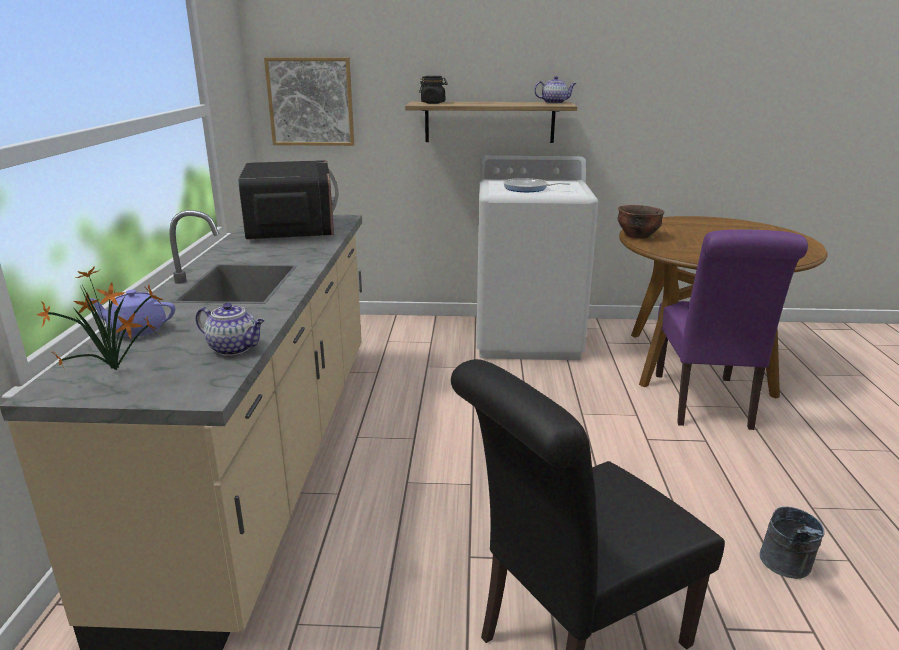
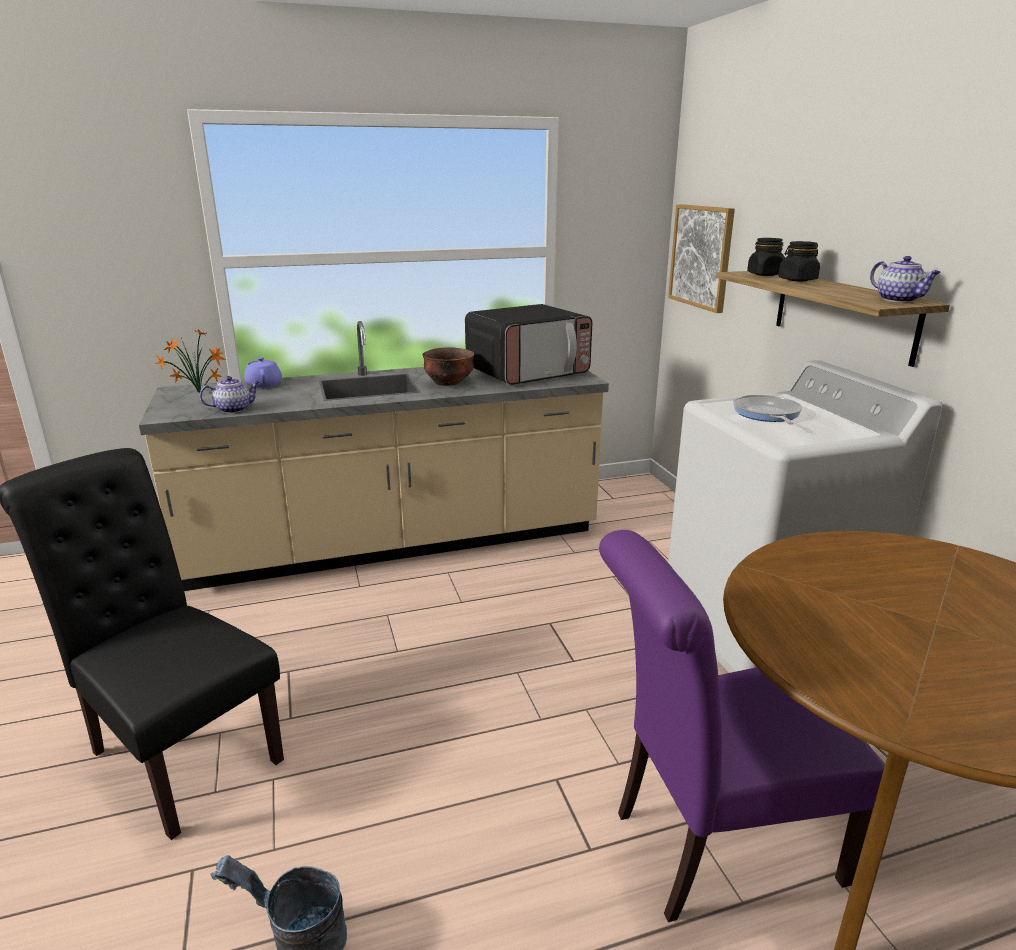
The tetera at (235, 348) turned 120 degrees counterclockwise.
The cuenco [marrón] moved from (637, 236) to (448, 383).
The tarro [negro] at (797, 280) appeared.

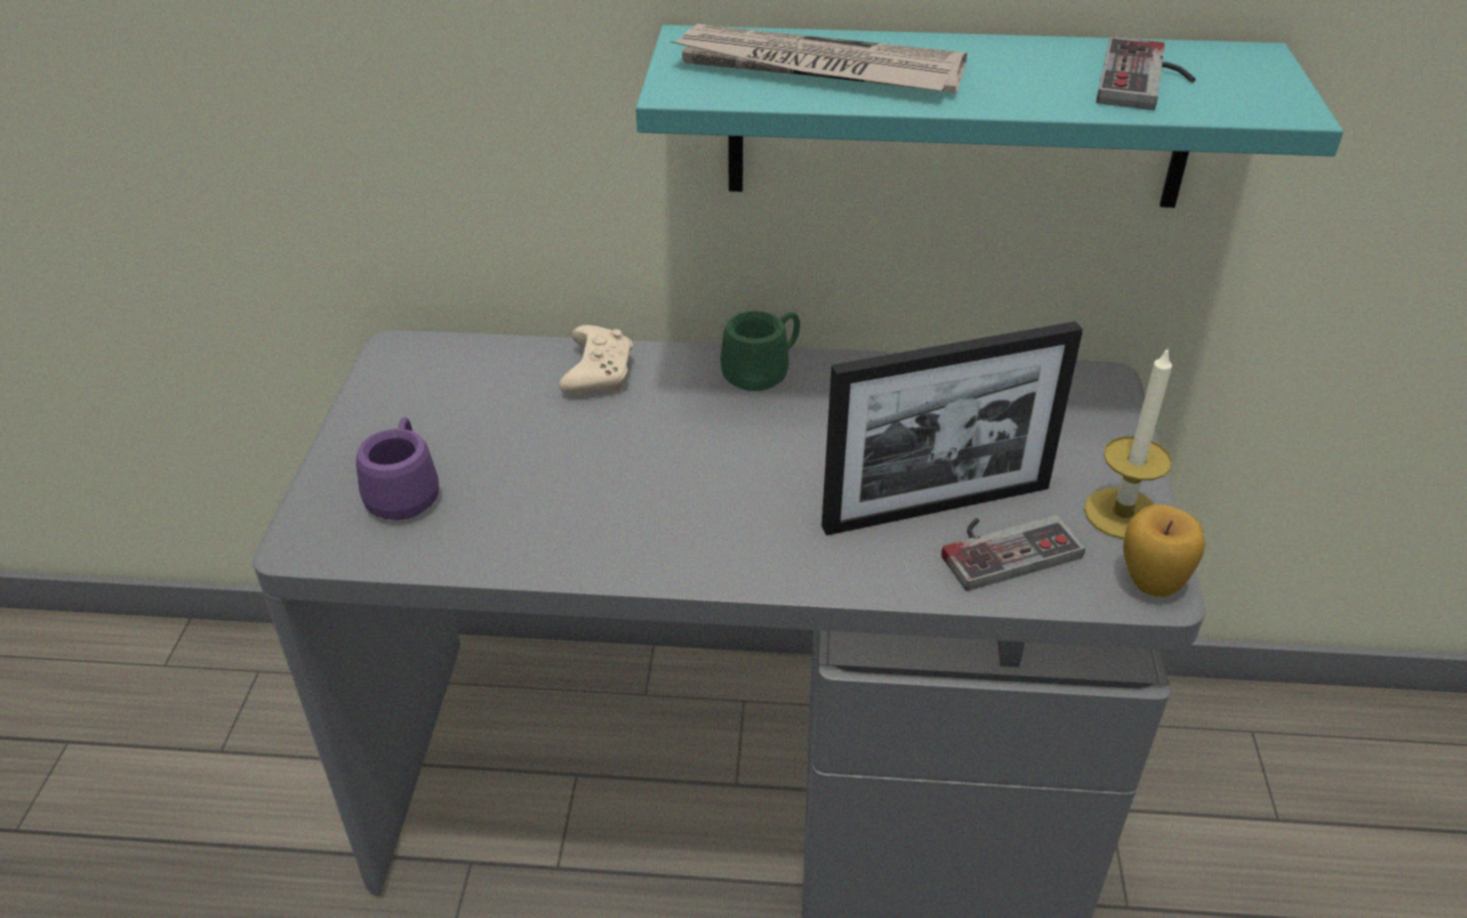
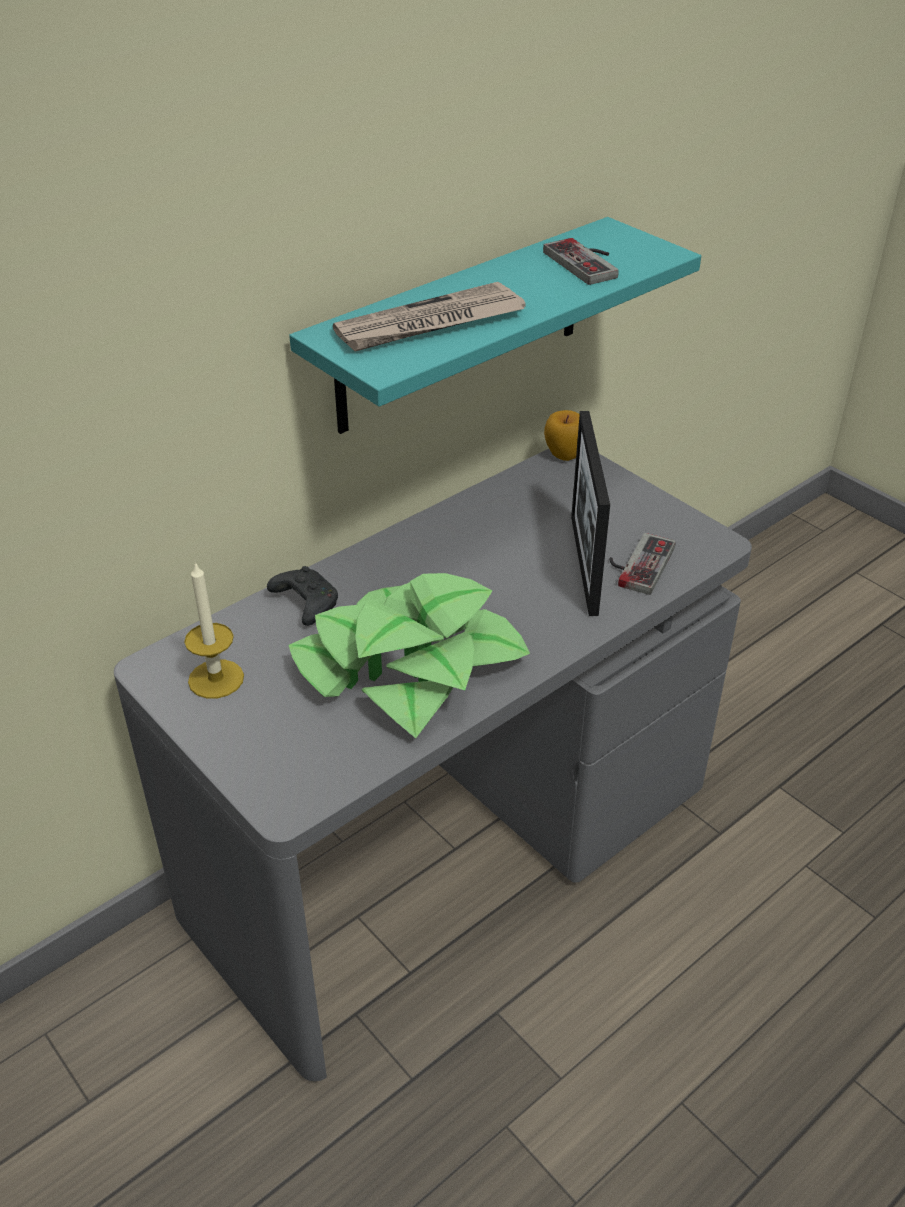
The vela moved from (1122, 513) to (216, 679).
The mando de consola [beis] at (597, 372) became the mando de consola [negro] at (305, 603).
The planta en maceta at (408, 667) appeared.
The manzana moved from (1151, 583) to (564, 456).
The portarretratos at (936, 507) turned 150 degrees clockwise.
The taza grande [morado] at (405, 491) disappeared.
The taza grande [verde] at (763, 371) disappeared.

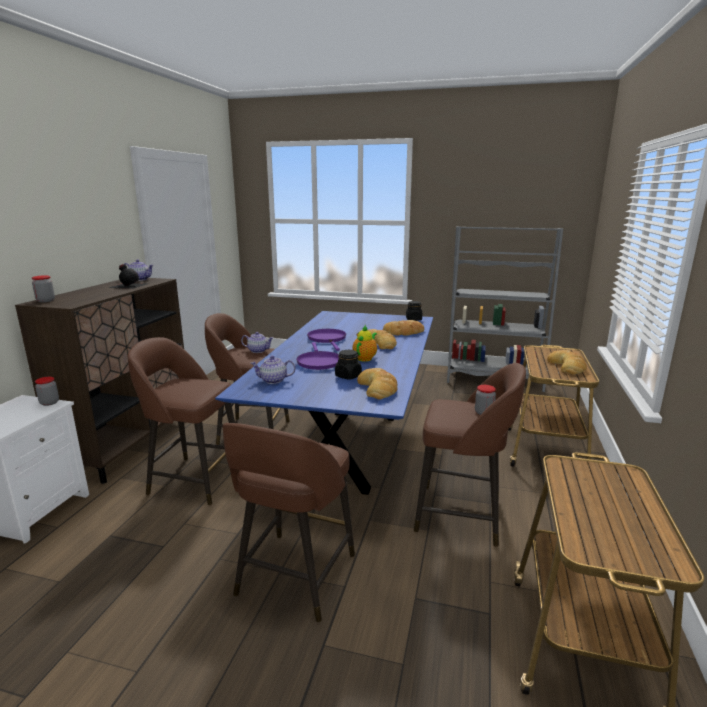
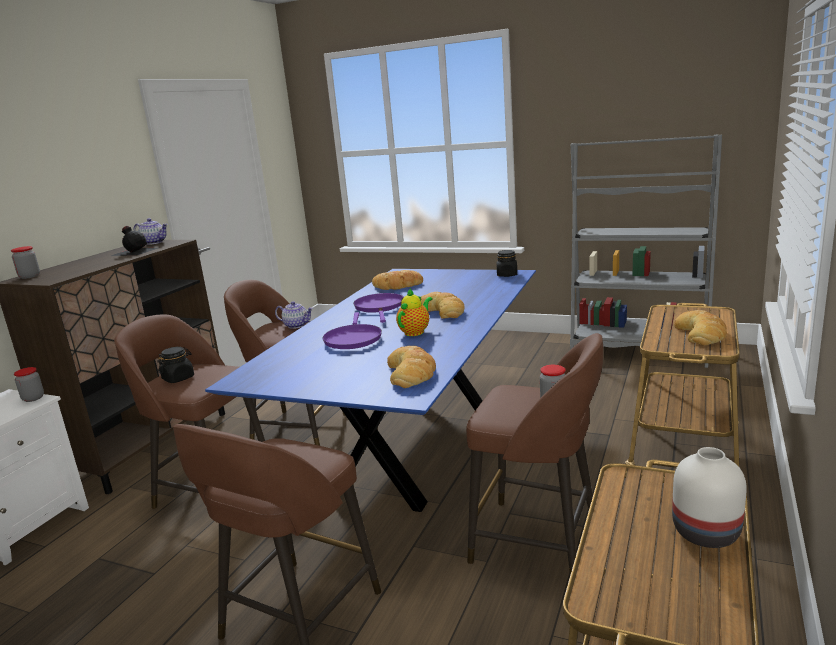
The tarro [negro] moved from (348, 376) to (178, 378).
The pan moved from (404, 332) to (398, 285).
The florero [blanco] at (706, 534) appeared.
The tetera at (273, 380) disappeared.

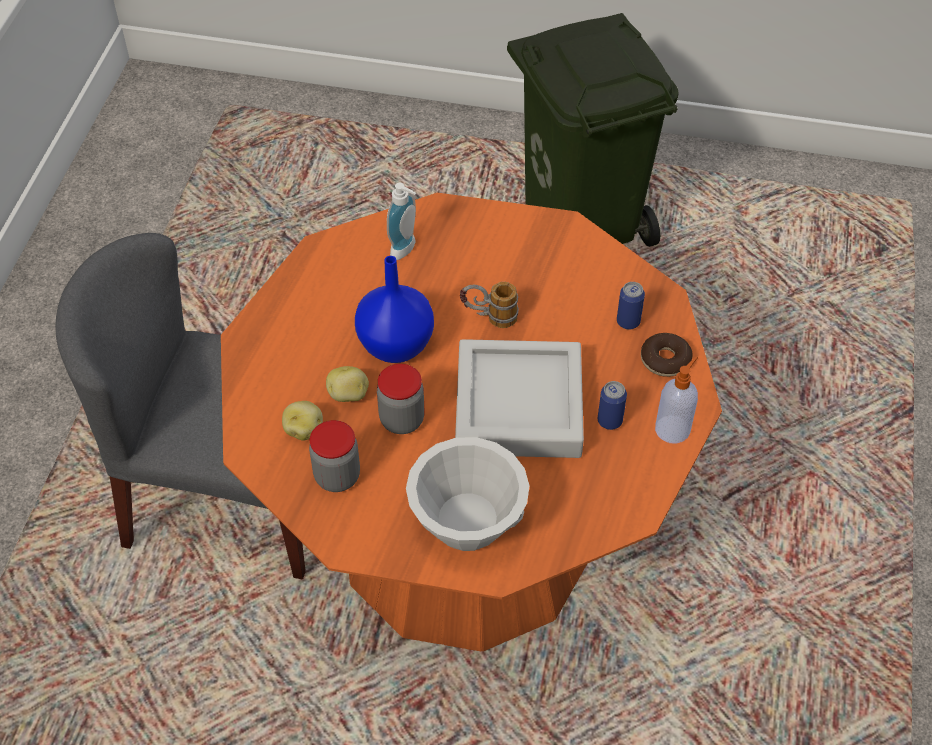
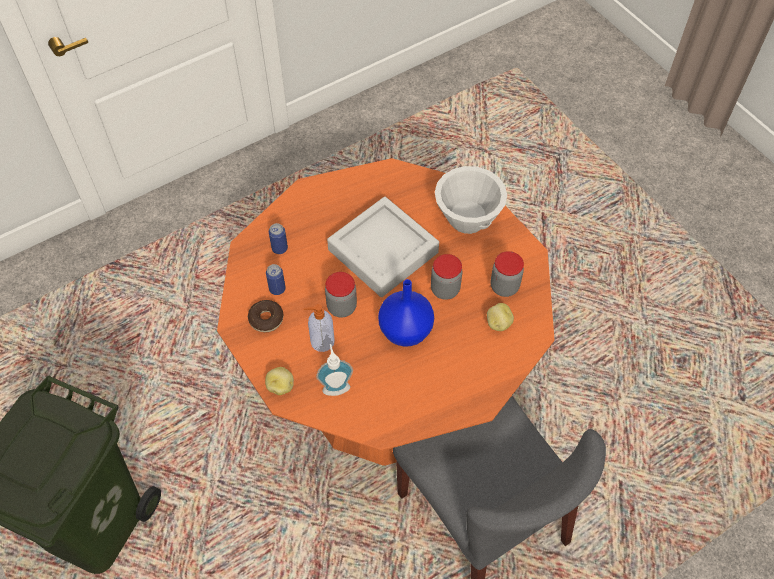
The rosquilla moved from (665, 360) to (266, 319).
The patata moved from (349, 395) to (280, 386).
The lata moved from (609, 421) to (277, 289).
The dispensador de jabón moved from (673, 428) to (321, 342).
The taza grande at (489, 318) was replaced by the tarro at (341, 307).

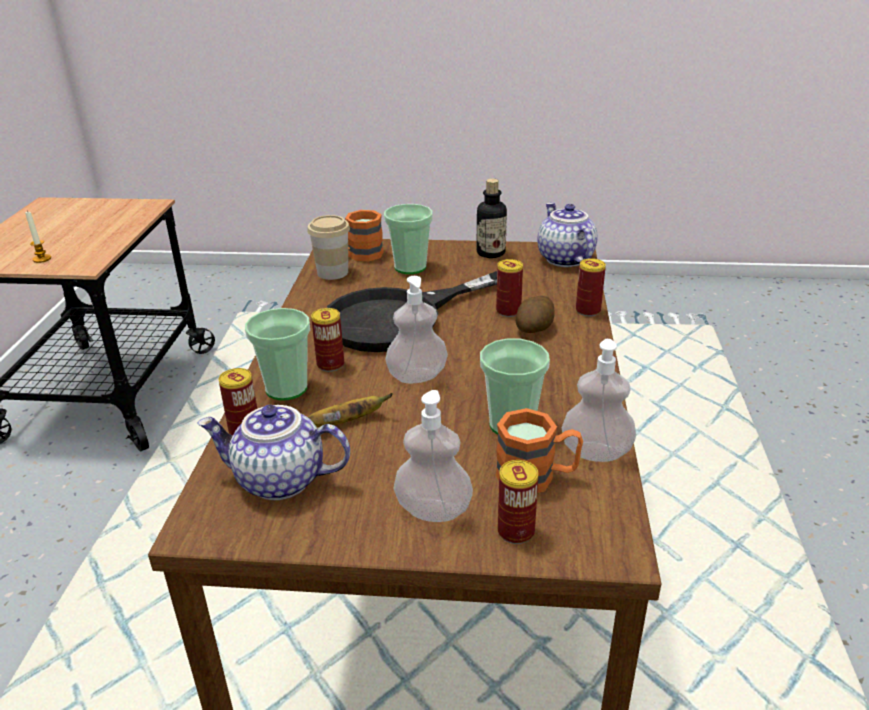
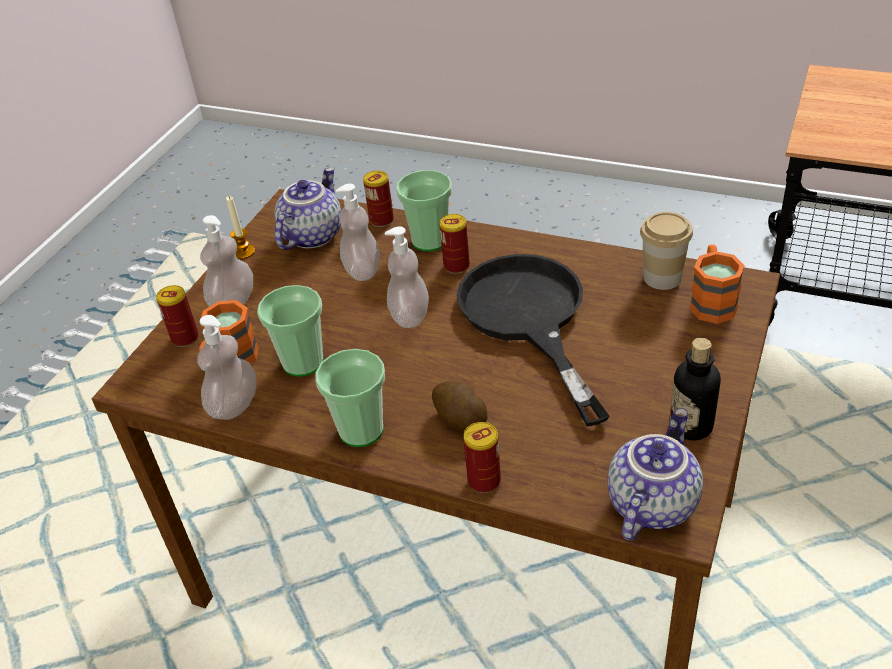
The vela moved from (42, 259) to (244, 252).
The taza moved from (410, 267) to (361, 430).
The plátano at (348, 422) was replaced by the dispensador de jabón at (362, 270).
The tetera at (563, 259) turned 60 degrees counterclockwise.
The lata at (508, 311) disappeared.

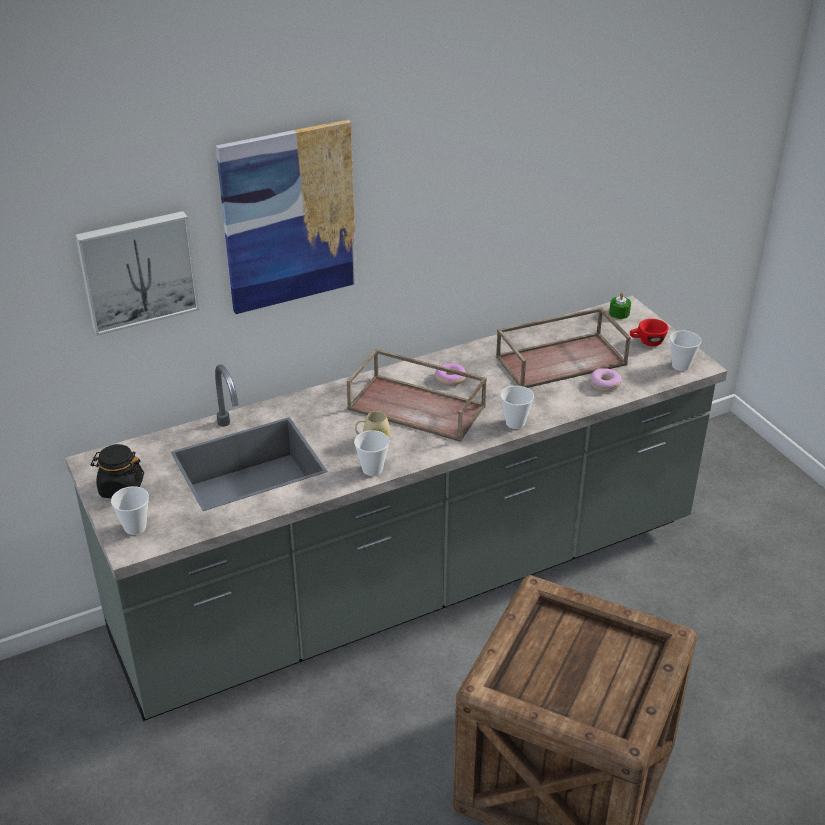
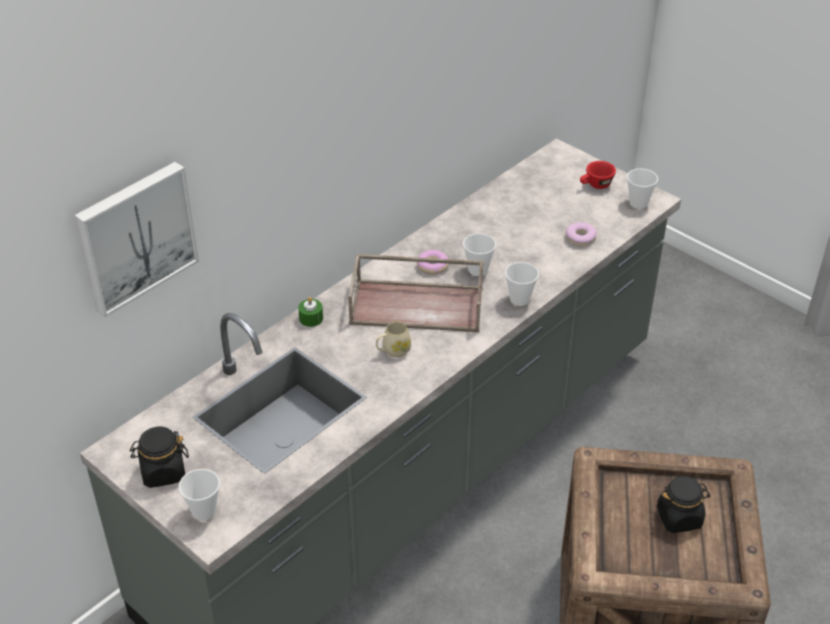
The vela [verde] moved from (619, 313) to (311, 318).
The taza moved from (372, 469) to (478, 270).
The tarro [negro] at (679, 518) appeared.
The cuadro at (289, 217) disappeared.
The bandeja [marrón] at (561, 360) disappeared.

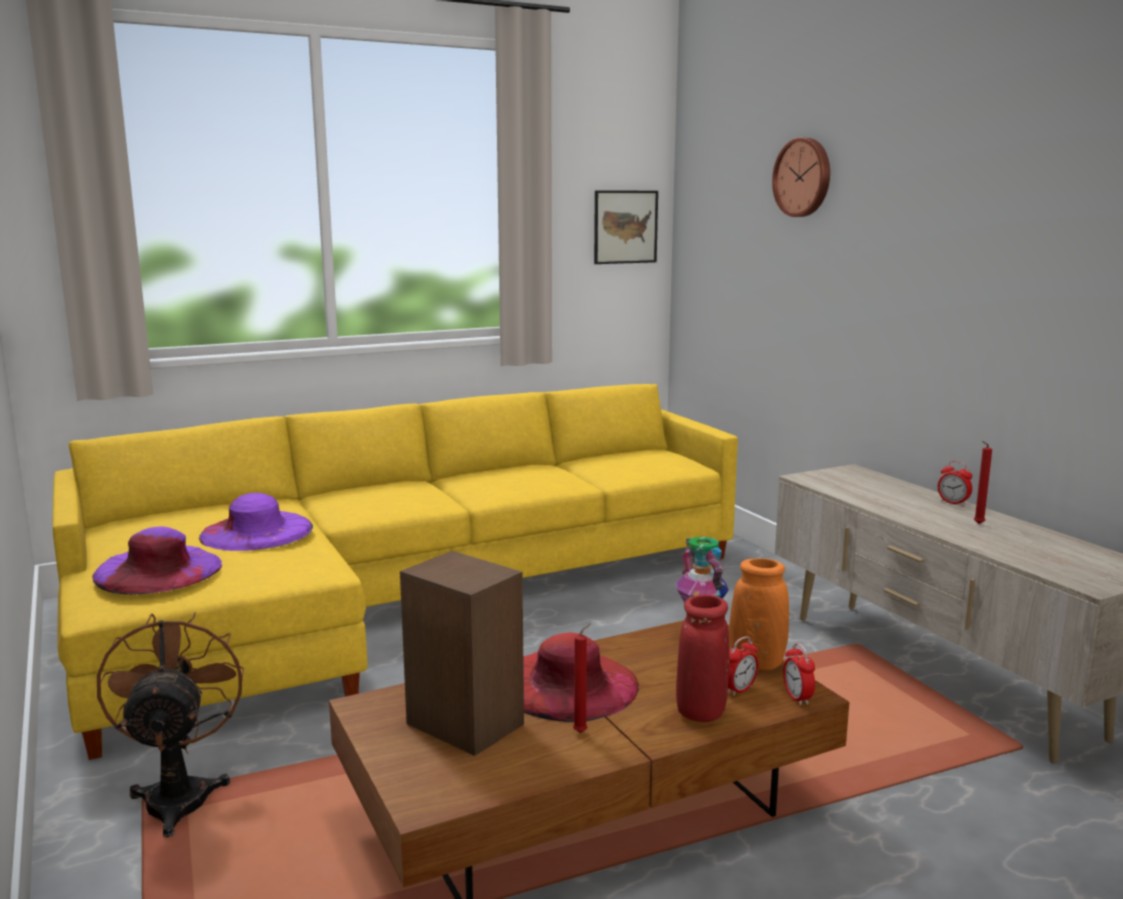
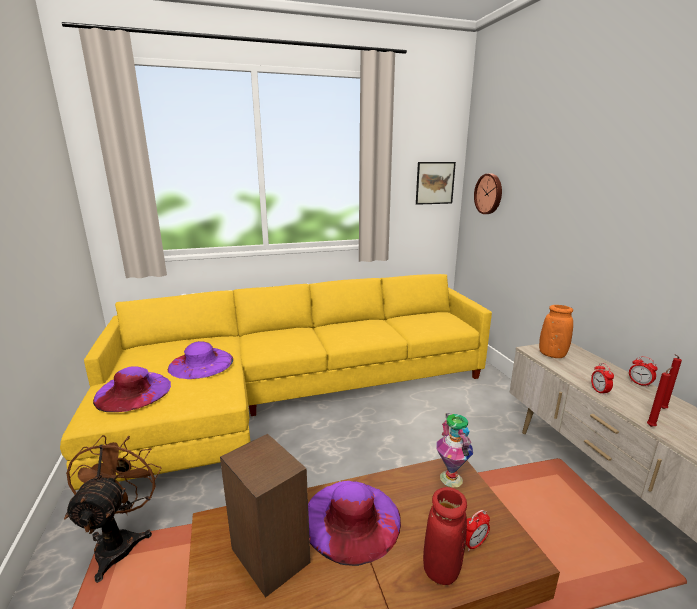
The sombrero [rojo] at (567, 684) became the sombrero [morado] at (351, 519).
The reloj de pared moved from (804, 177) to (489, 194).
The florero [naranja] moved from (757, 663) to (552, 355).
The despertador moved from (797, 698) to (599, 391).
The vela [rojo] moved from (582, 732) to (652, 426).

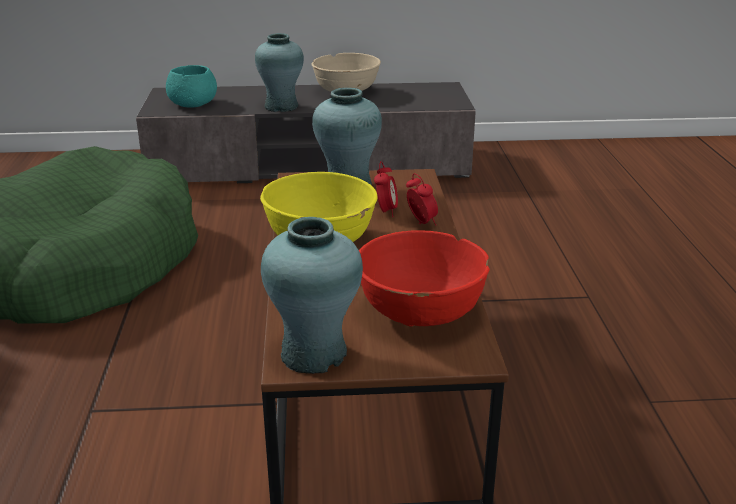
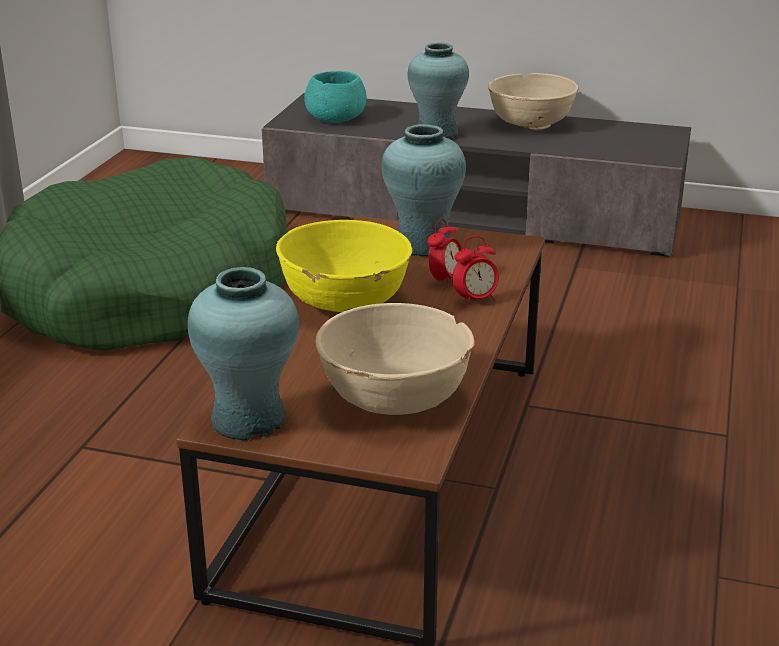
The cuenco [rojo] at (420, 312) became the cuenco [beis] at (394, 398).
The despertador at (421, 223) turned 75 degrees clockwise.

